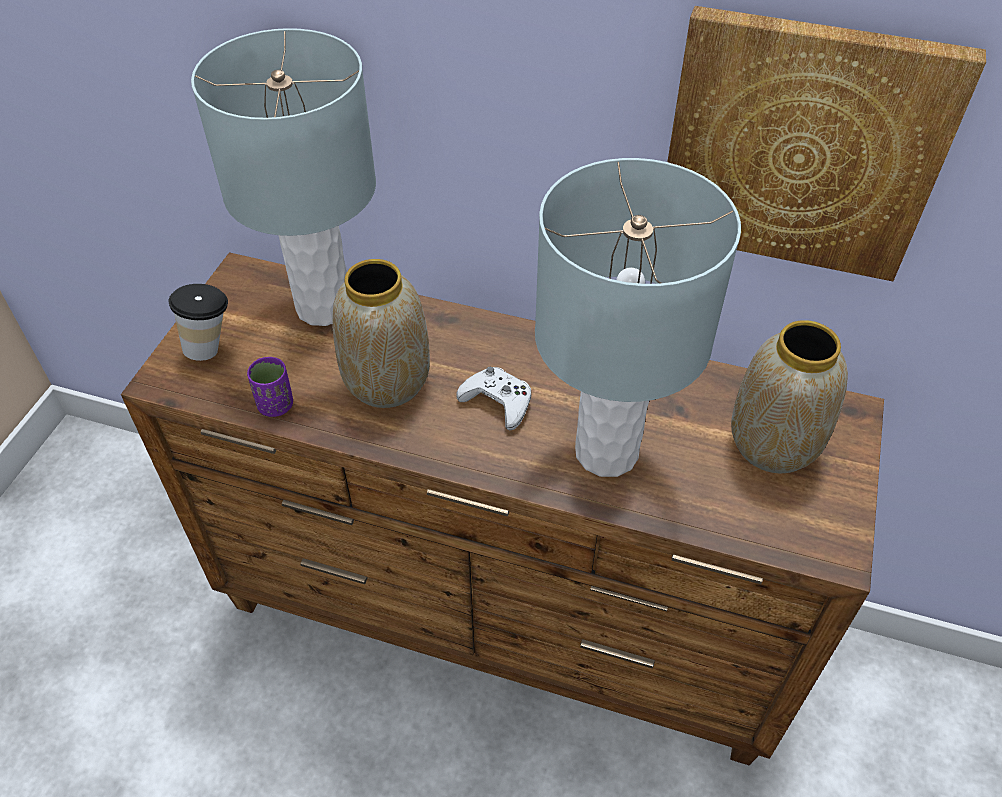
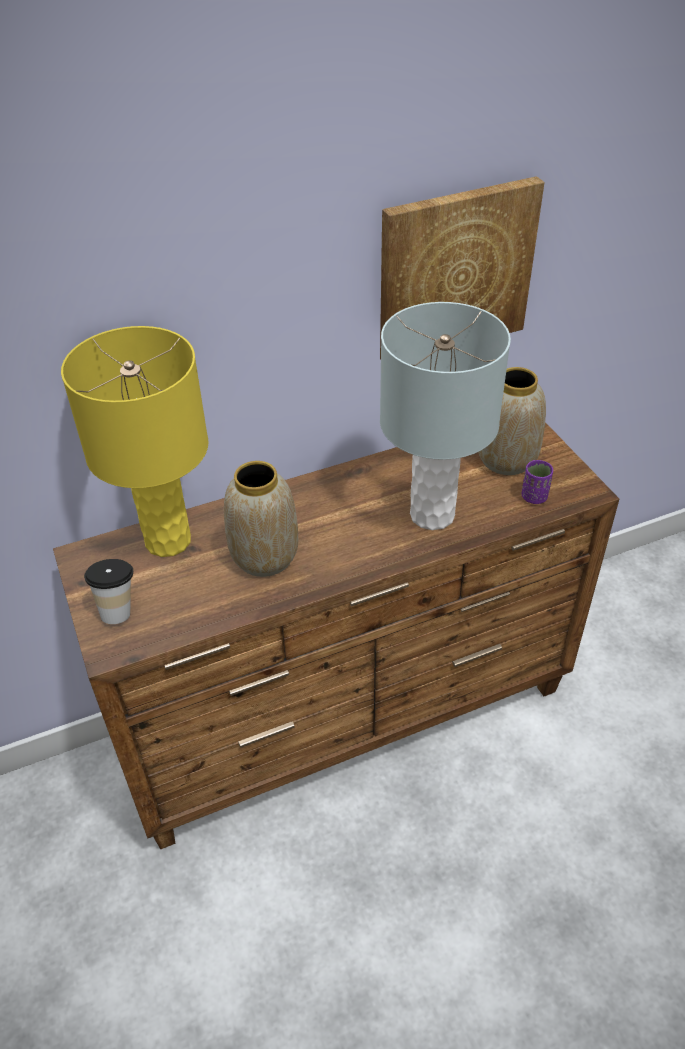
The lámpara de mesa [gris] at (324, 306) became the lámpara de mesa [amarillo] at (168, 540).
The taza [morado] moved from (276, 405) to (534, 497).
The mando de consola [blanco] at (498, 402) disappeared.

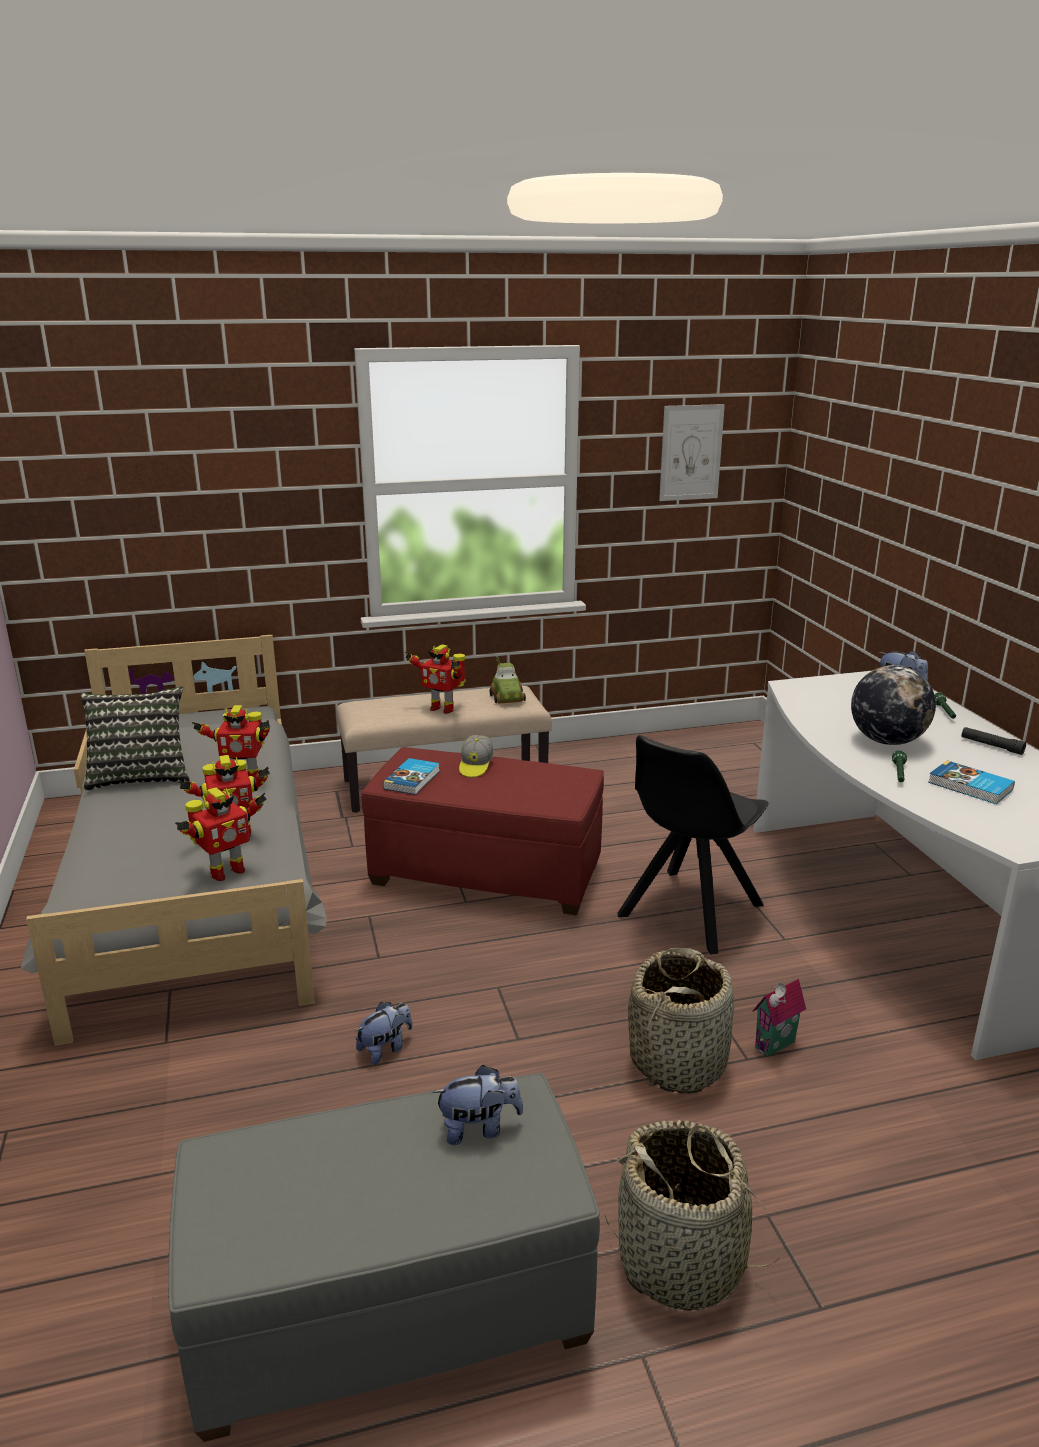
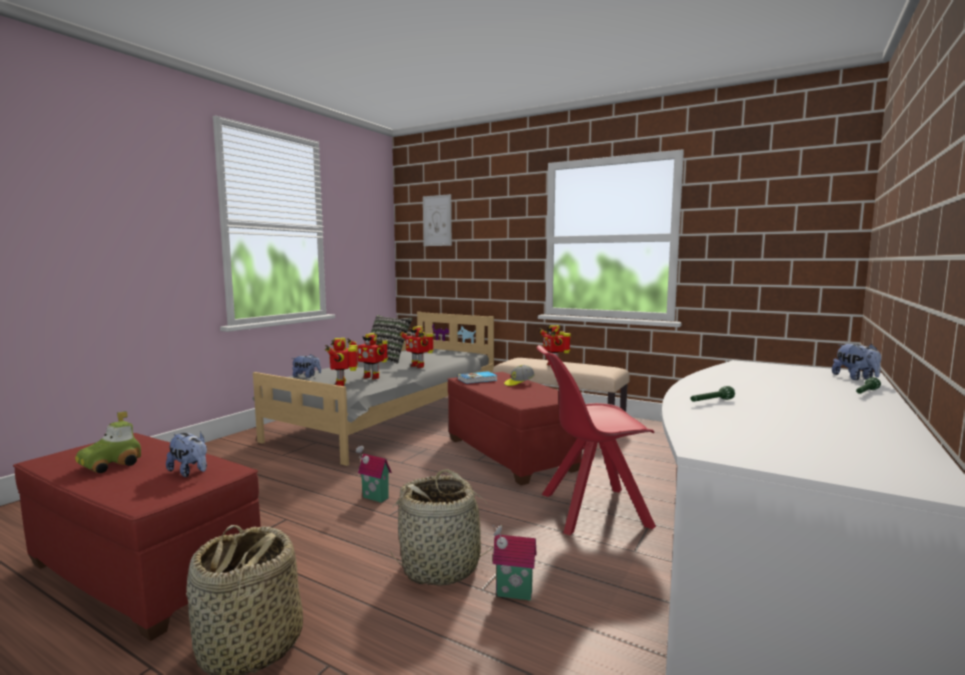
The puf [gris] at (391, 1309) became the puf [rojo] at (144, 571).
The coche de juguete moved from (508, 698) to (111, 465).
The peluche moved from (385, 1048) to (306, 376).
The robot de juguete at (225, 872) turned 75 degrees clockwise.
The casita at (374, 498) appeared.
The cuadro moved from (691, 452) to (437, 220).
The silla [negro] at (688, 912) became the silla [rojo] at (591, 510).
The globo terráqueo at (886, 741) disappeared.
The libro at (970, 786) disappeared.
The linterna [negro] at (991, 746) disappeared.

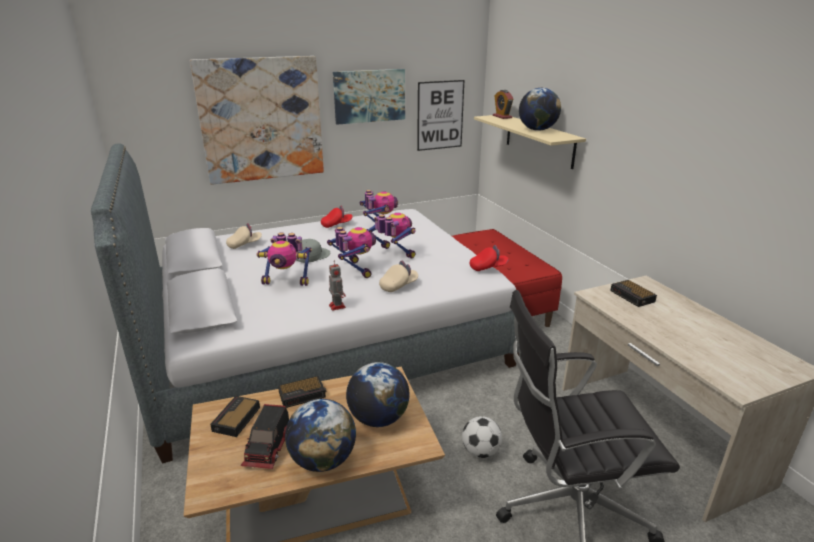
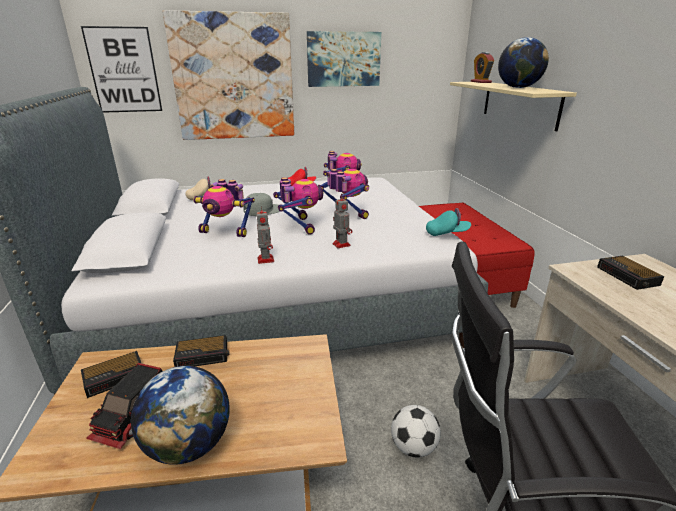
The cuadro moved from (440, 115) to (124, 70).
The despertador at (236, 420) turned 150 degrees counterclockwise.
The gorra [beis] at (398, 286) was replaced by the robot de juguete at (341, 244).
The gorra [rojo] at (488, 267) became the gorra [turquesa] at (447, 233).
The globo terráqueo at (378, 418) disappeared.

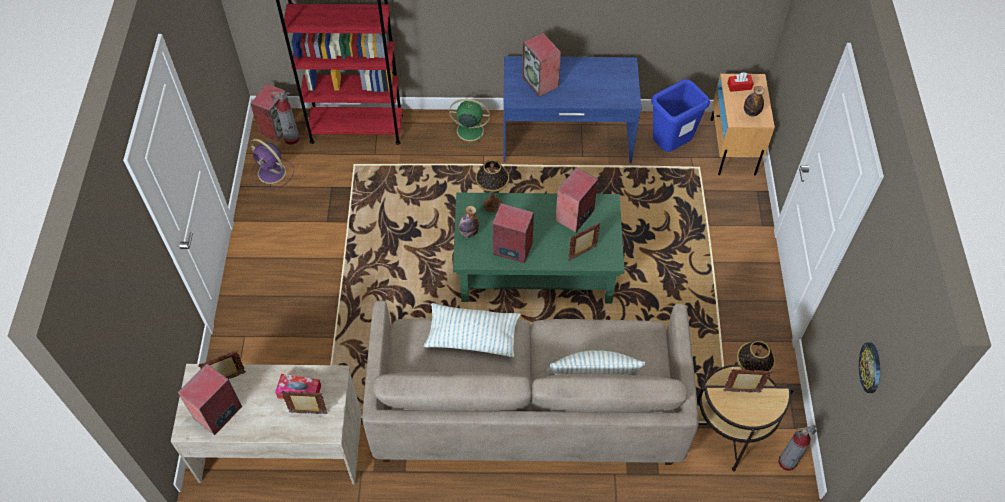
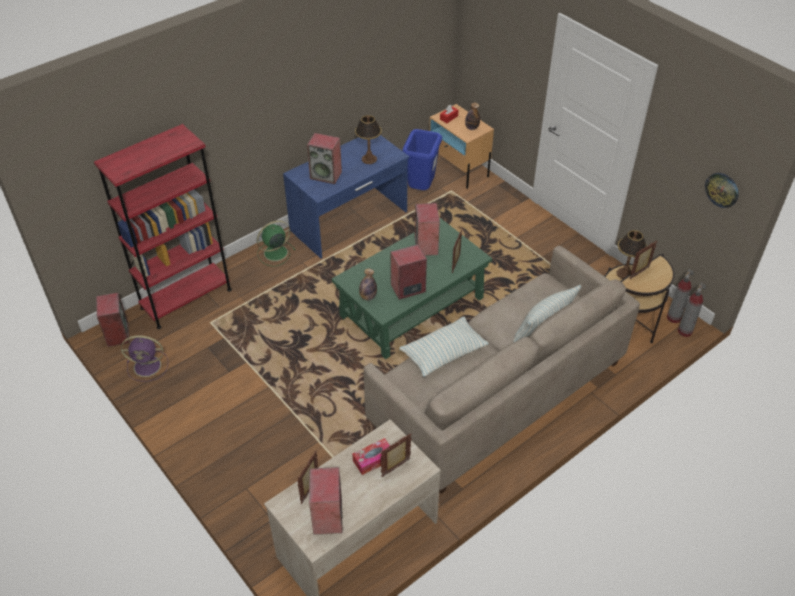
The lámpara de mesa moved from (492, 204) to (369, 159).
The extintor moved from (292, 139) to (685, 331).

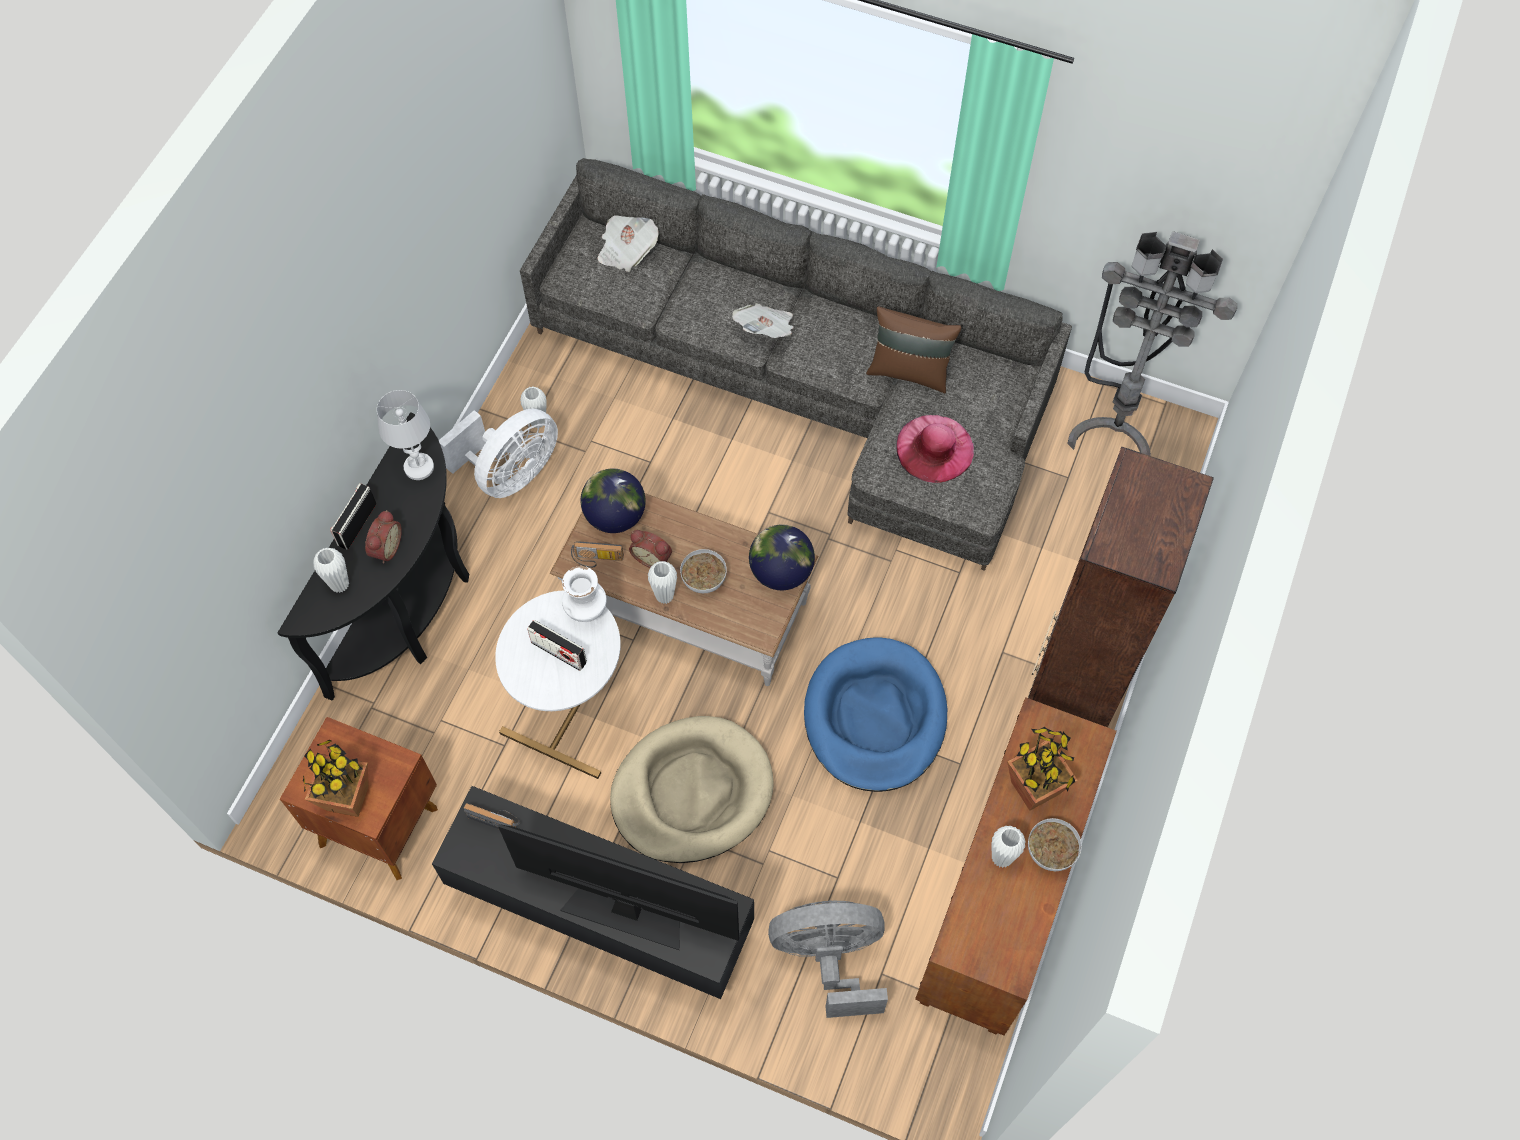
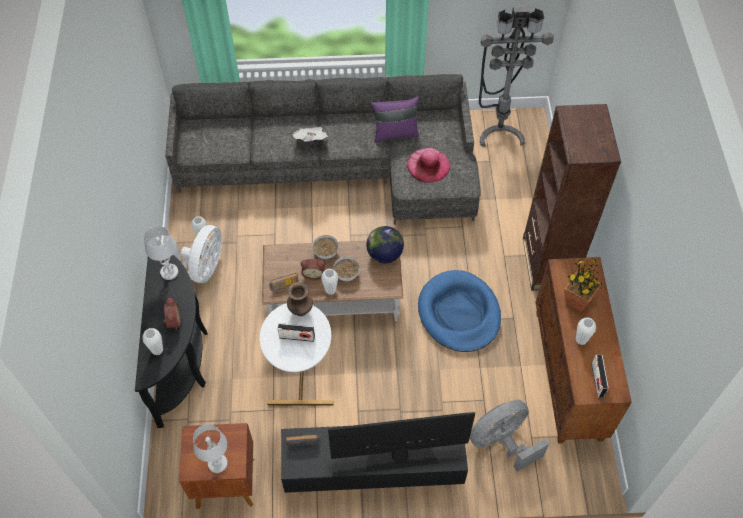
The planta en maceta at (347, 798) was replaced by the lámpara de mesa [blanco] at (217, 463).
The florero [blanco] at (586, 613) became the florero [marrón] at (301, 311).
The cuenco moved from (1050, 851) to (325, 252).
The cojín [marrón] at (909, 371) became the cojín [morado] at (395, 133).
The radio moved from (357, 524) to (597, 380).
The globo terráqueo at (615, 516) disappeared.
The periódico at (627, 249) disappeared.
The cama para perro [beis] at (692, 792) disappeared.

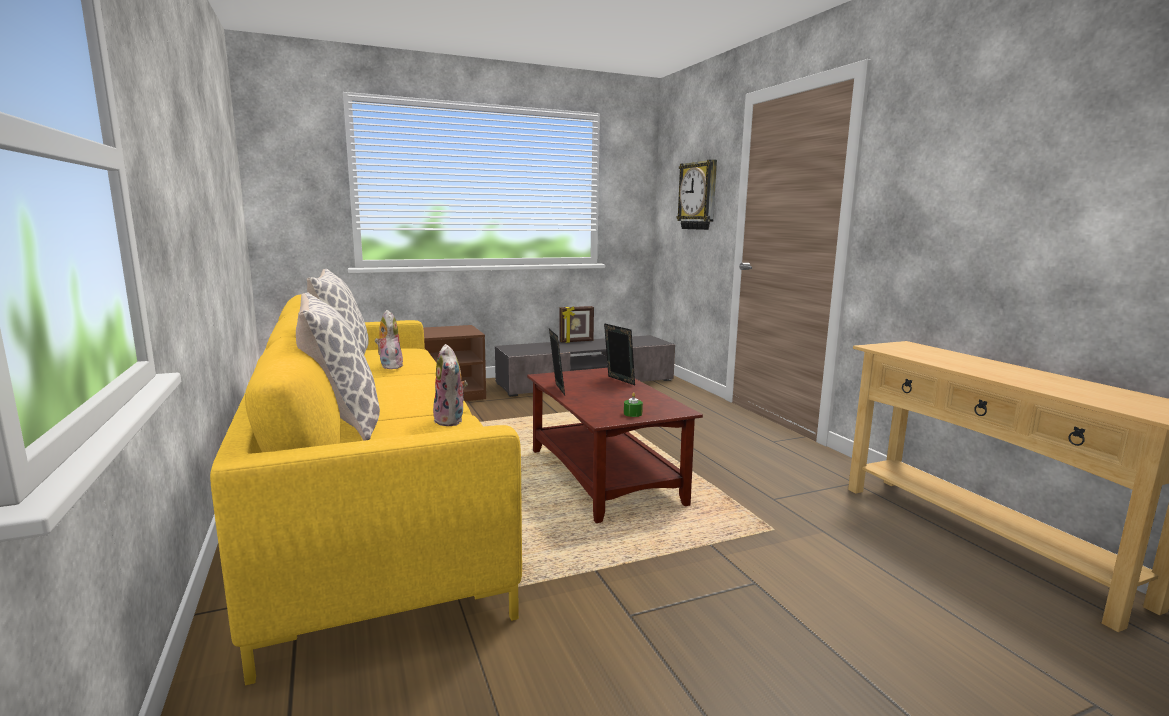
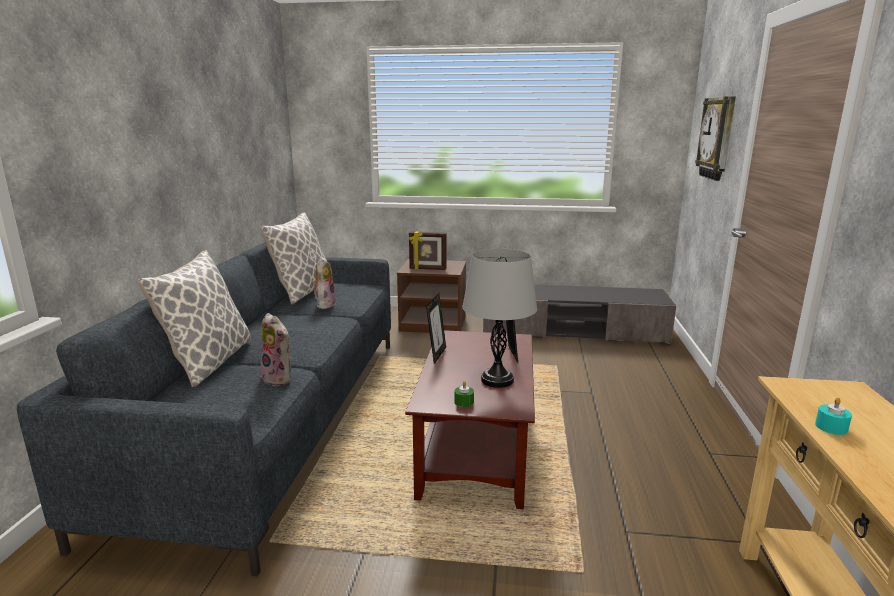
The sofá [amarillo] at (371, 500) became the sofá [gris] at (277, 419).
The peluche at (451, 420) turned 60 degrees counterclockwise.
The portarretratos moved from (576, 341) to (427, 269).
The lámpara de mesa [gris] at (497, 380) appeared.
The vela [turquesa] at (831, 427) appeared.

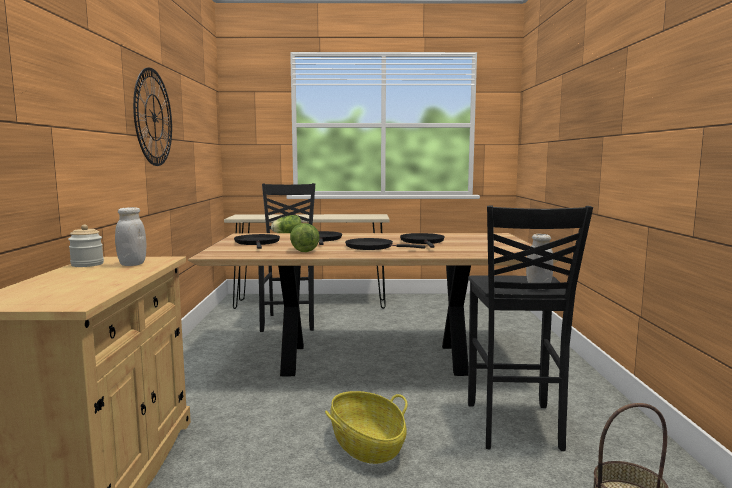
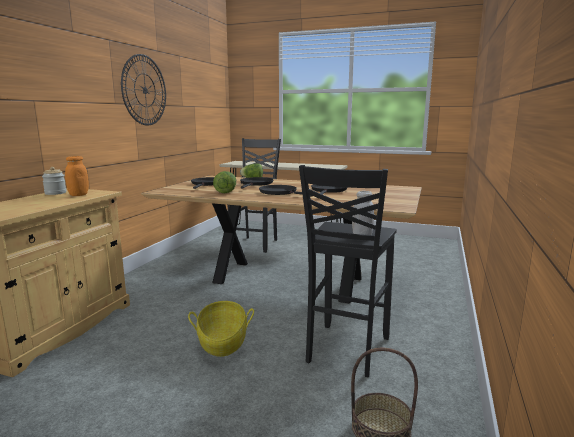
The tarro [blanco] at (132, 264) became the tarro [naranja] at (78, 195).

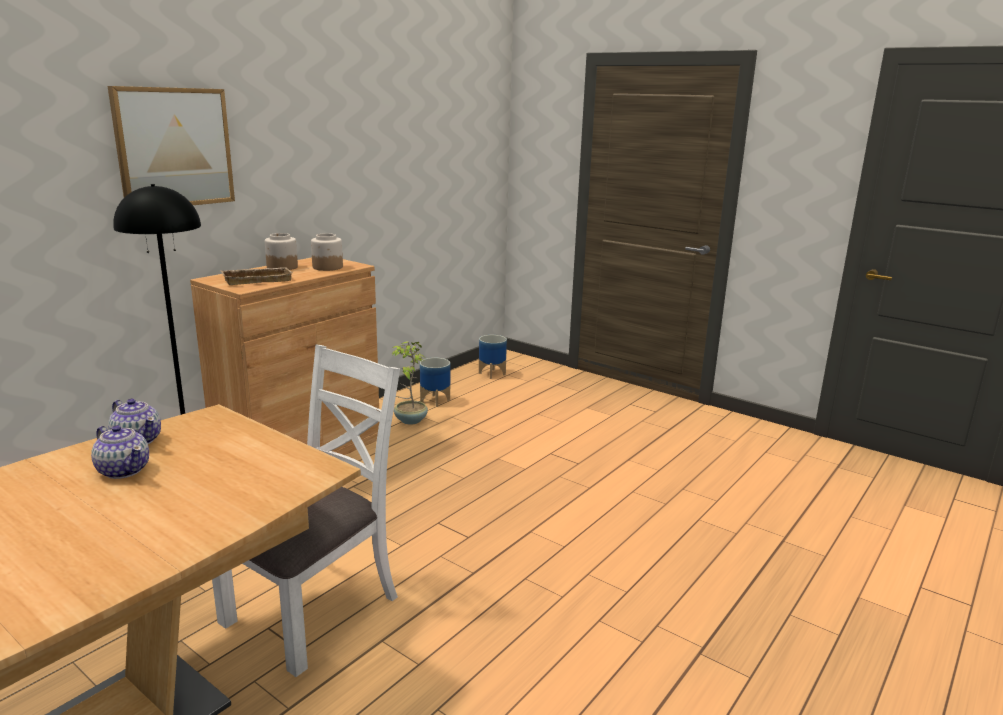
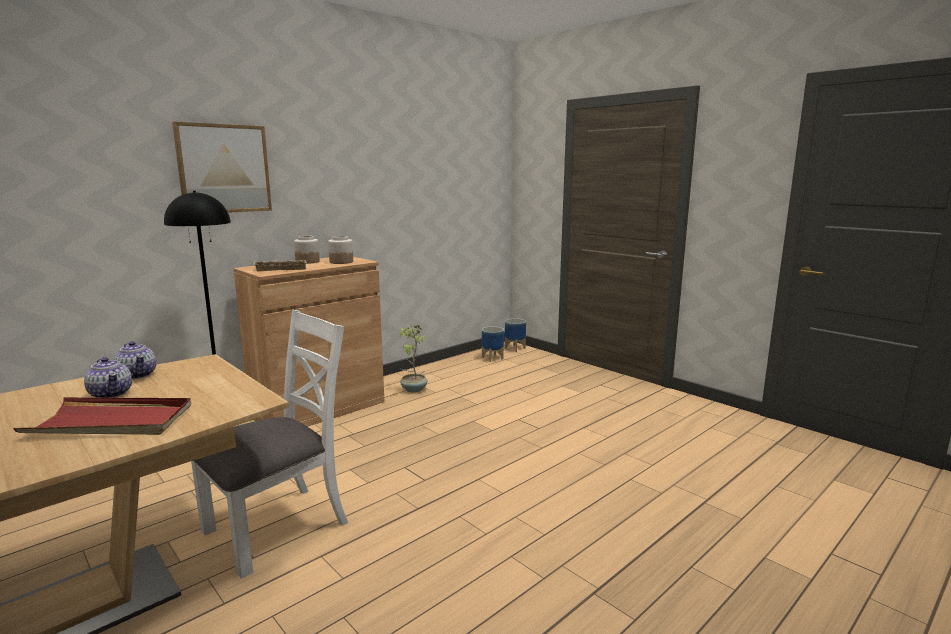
The bandeja [rojo] at (111, 422) appeared.
The maceta moved from (435, 401) to (515, 348).

